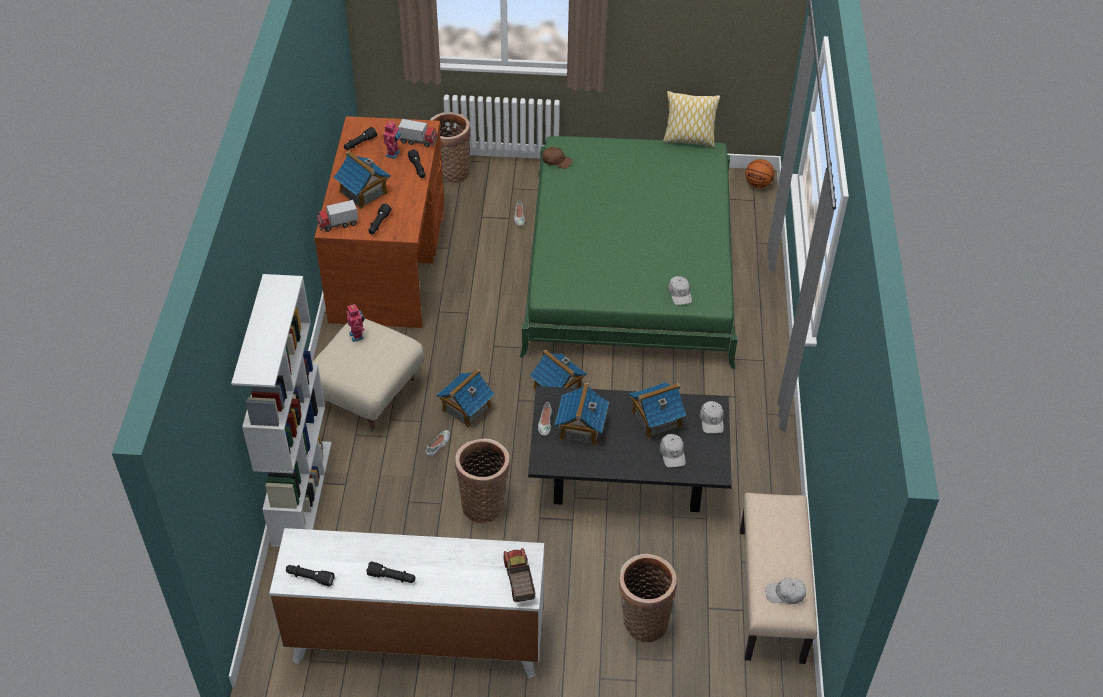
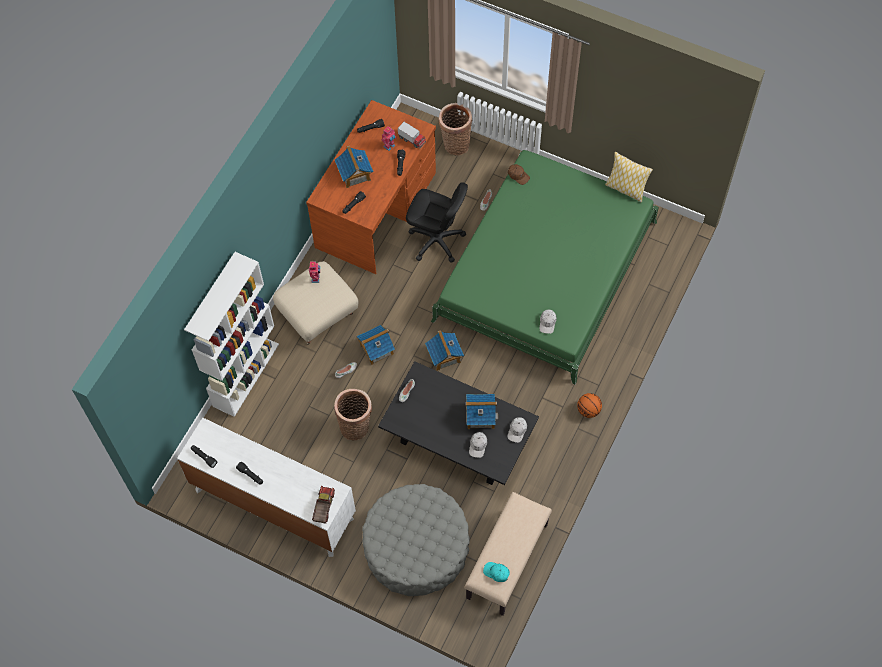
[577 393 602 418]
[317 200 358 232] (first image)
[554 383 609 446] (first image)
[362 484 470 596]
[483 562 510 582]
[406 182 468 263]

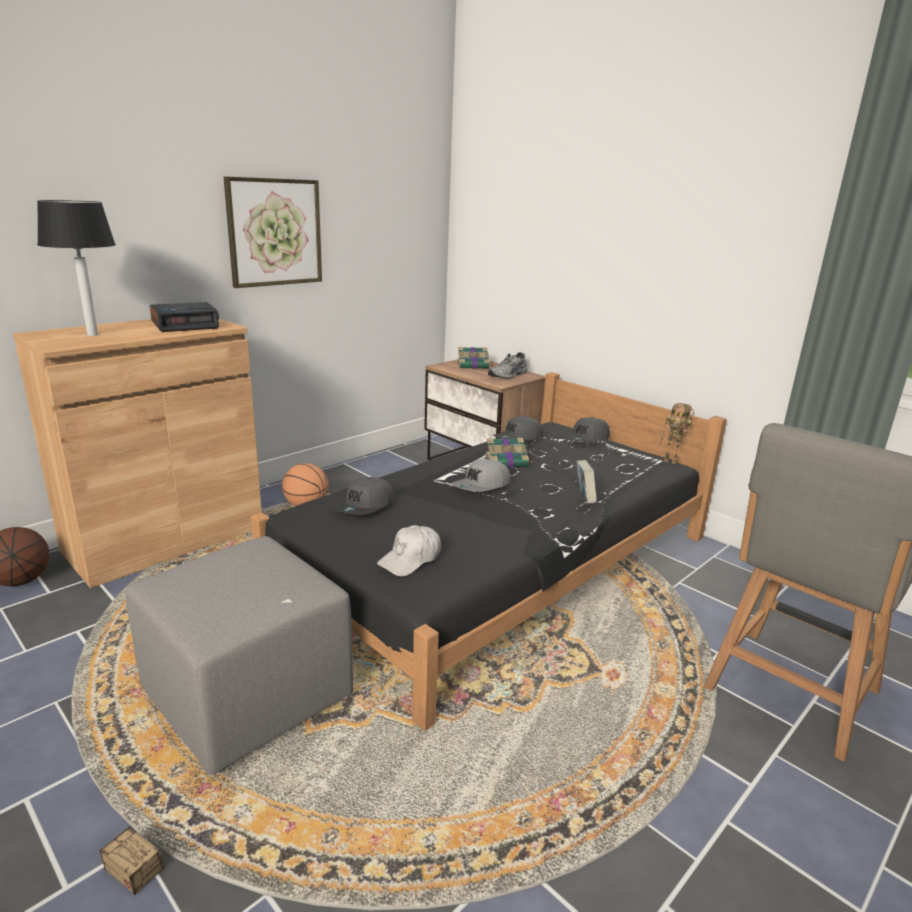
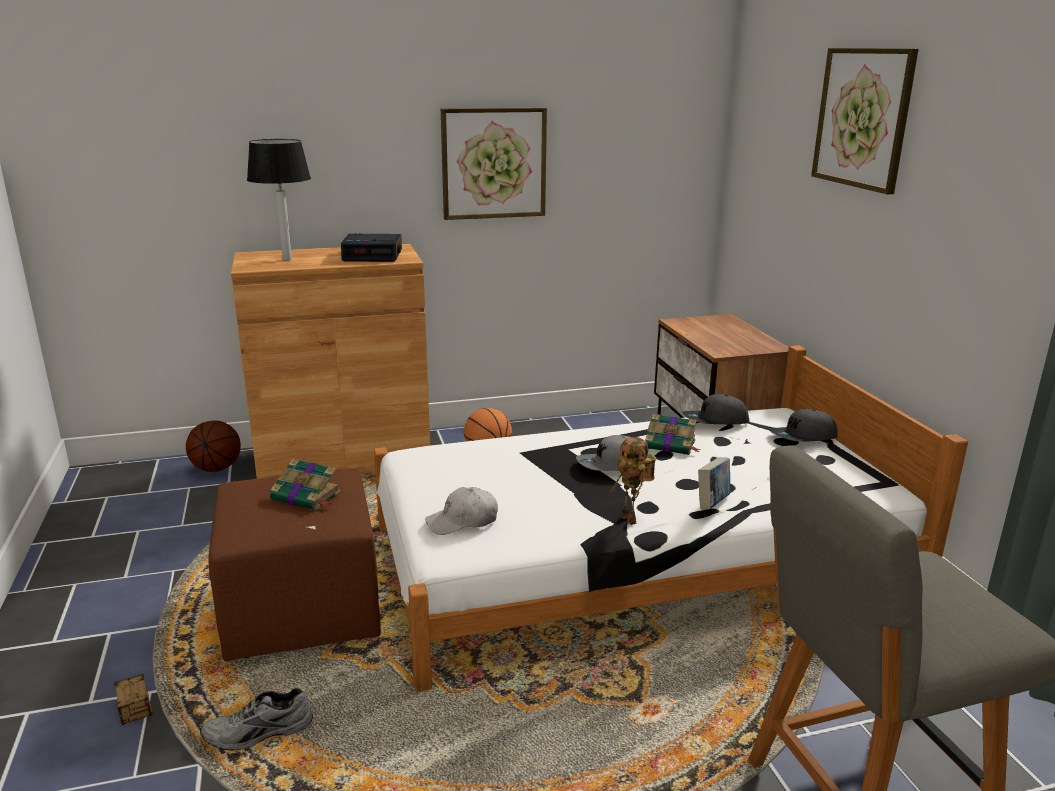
[270 458 340 510]
[200 688 313 751]
[374 345 968 692]
[610 437 656 525]
[332 477 395 515] (first image)
[208 468 381 661]
[811 48 918 194]

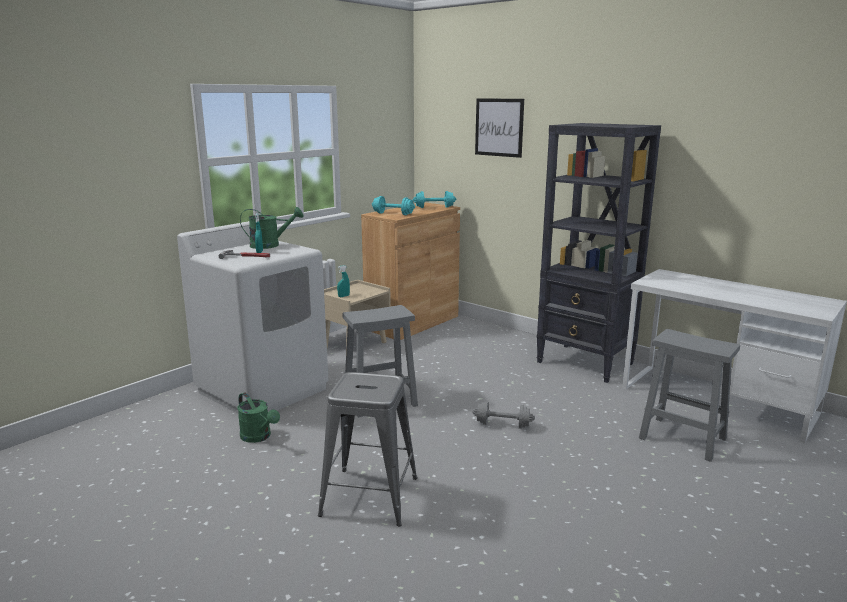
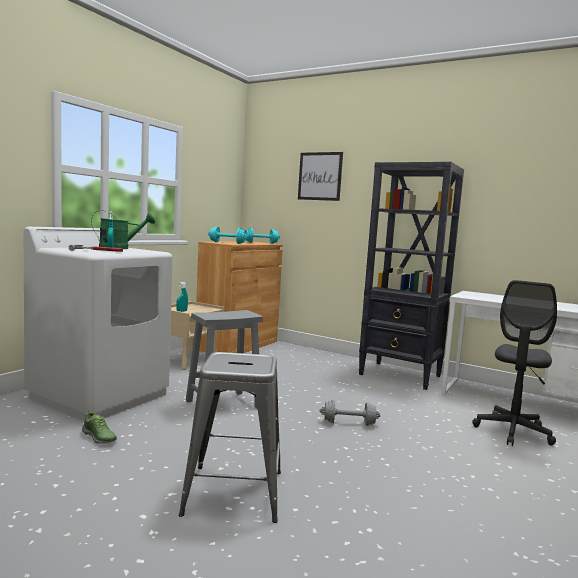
[472 280 557 446]
[82 410 117 444]

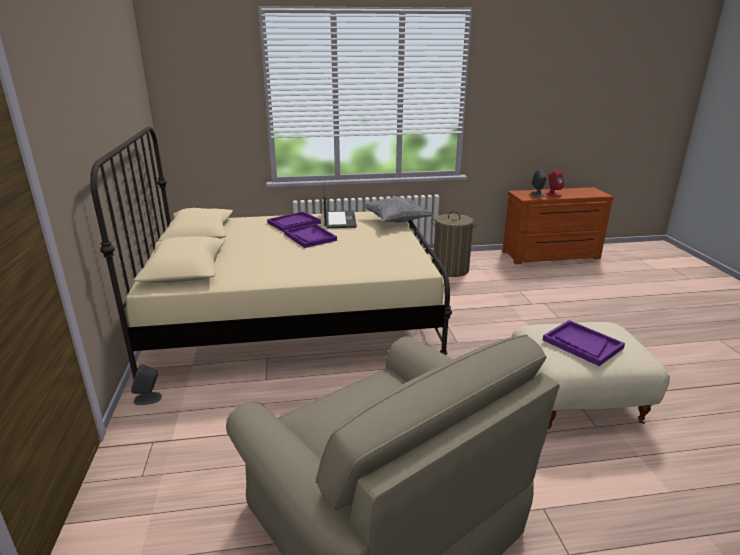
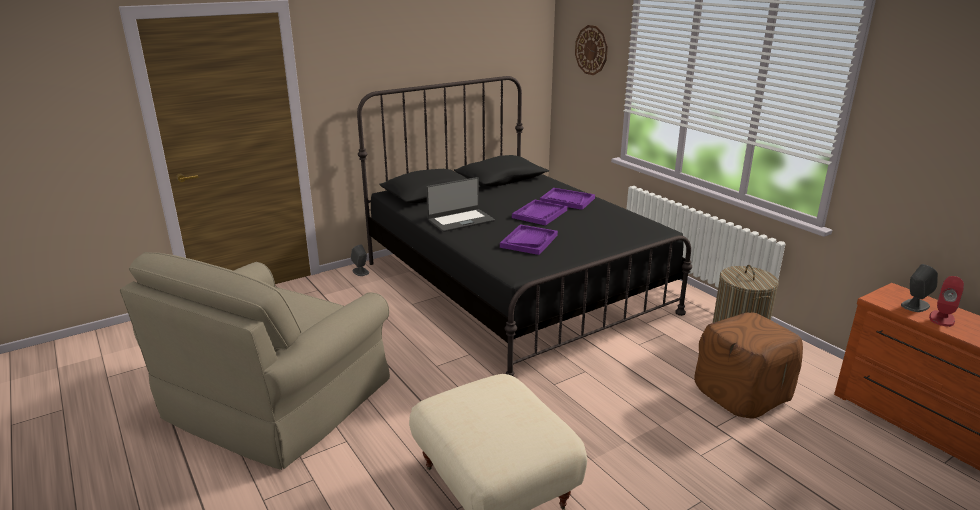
[357 76 692 376]
[426 177 495 232]
[363 196 433 222] (first image)
[500 224 558 255]
[575 25 608 75]
[694 313 803 419]

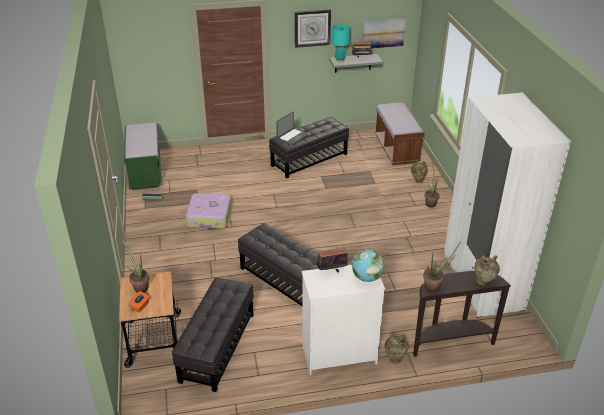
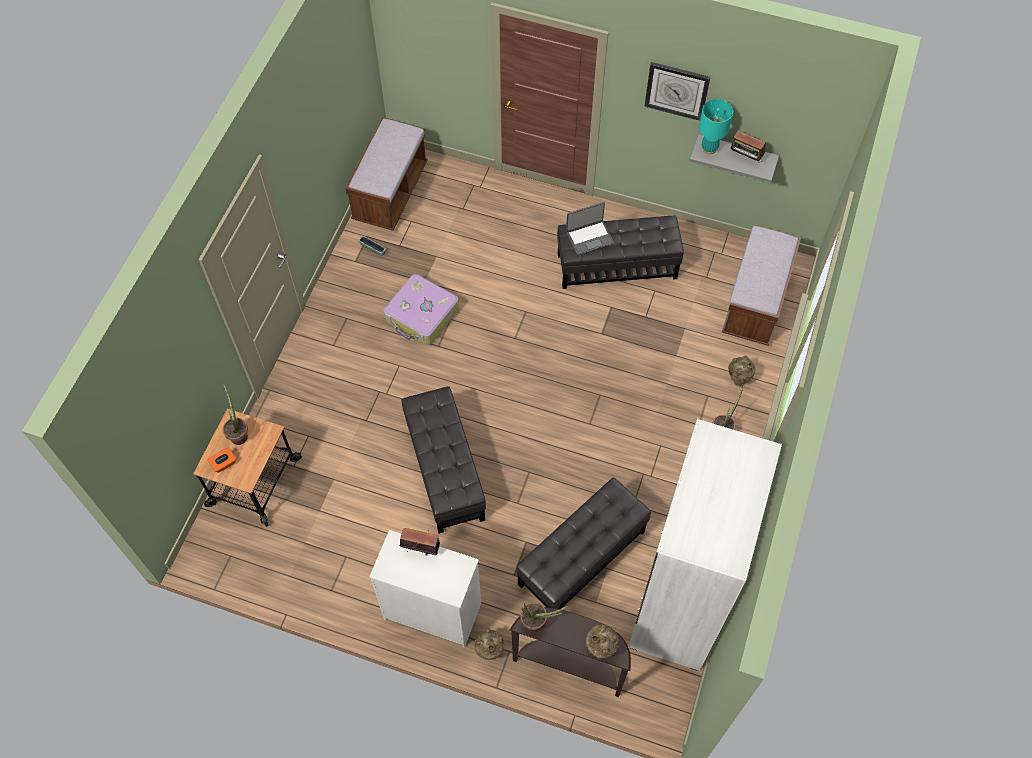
[363 19 406 48] (first image)
[345 117 428 231]
[352 249 384 282] (first image)
[517 478 651 609]

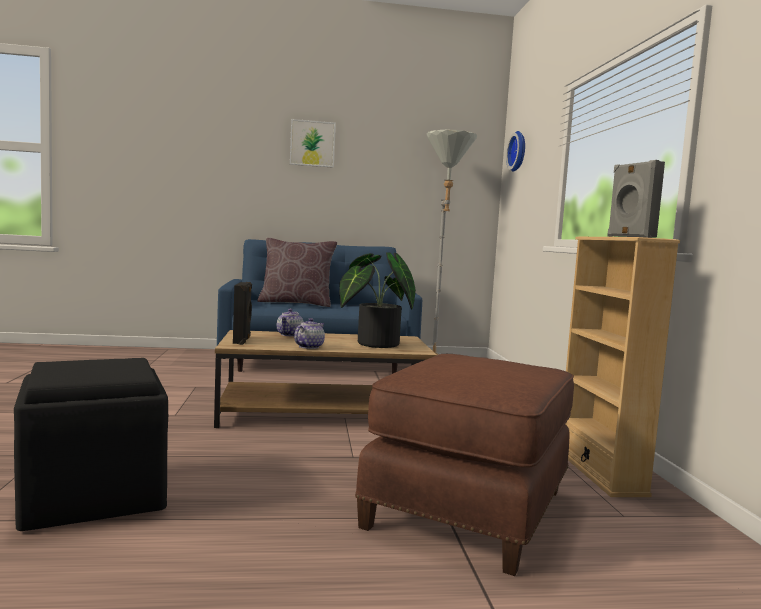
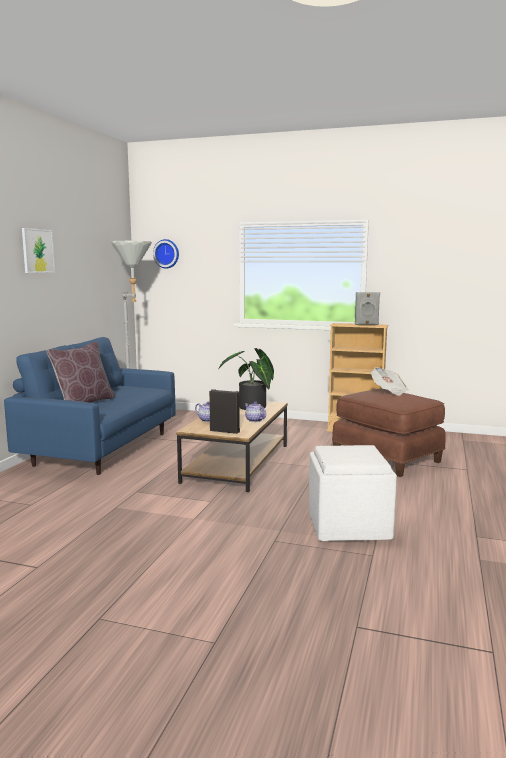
[309 445 397 541]
[370 367 409 396]

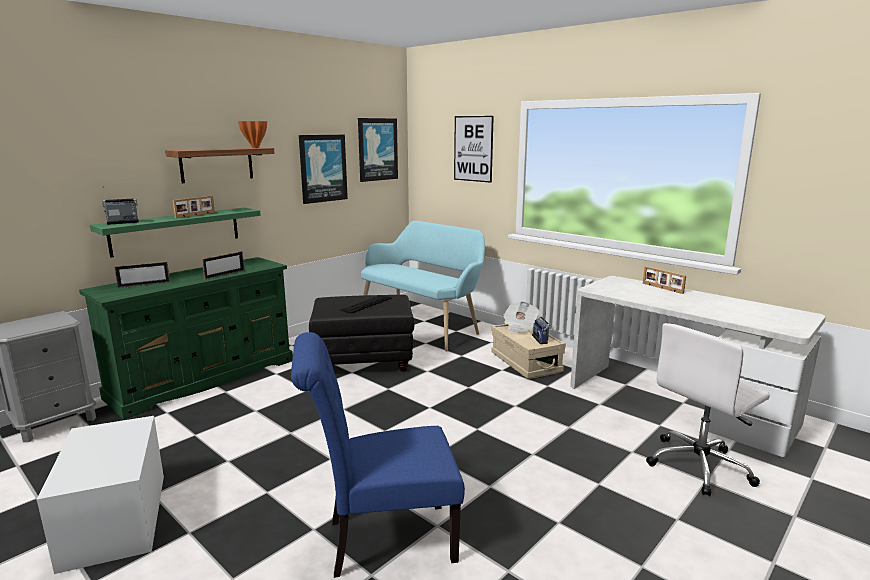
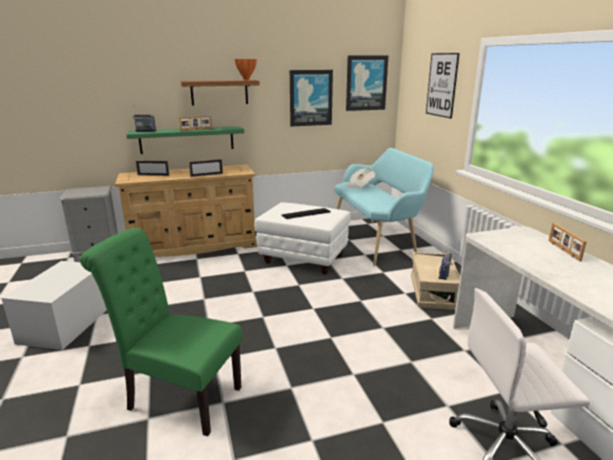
[115 165 258 257]
[254 202 350 274]
[347 168 376 188]
[80 228 242 436]

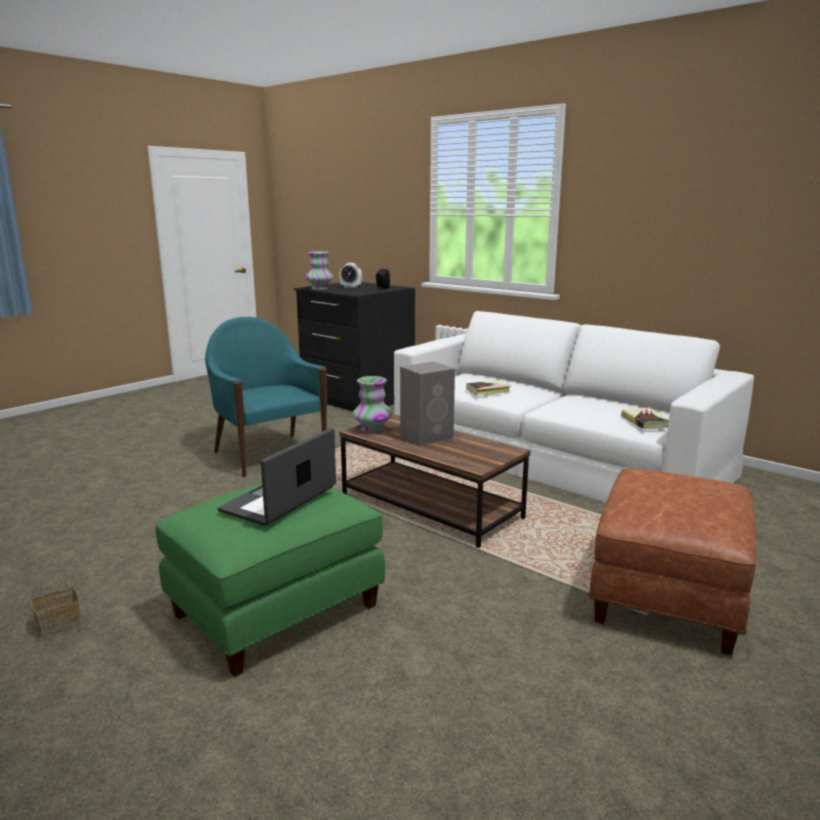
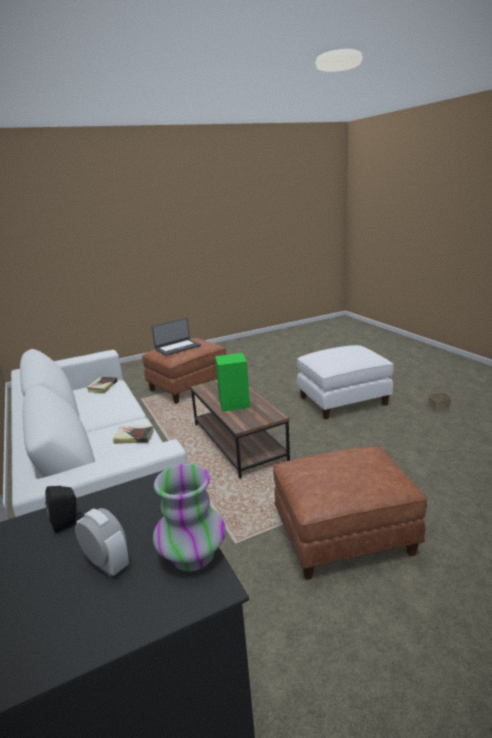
[273 446 427 580]
[215 353 250 412]
[353 376 392 433] (first image)
[152 318 201 356]
[297 345 393 420]

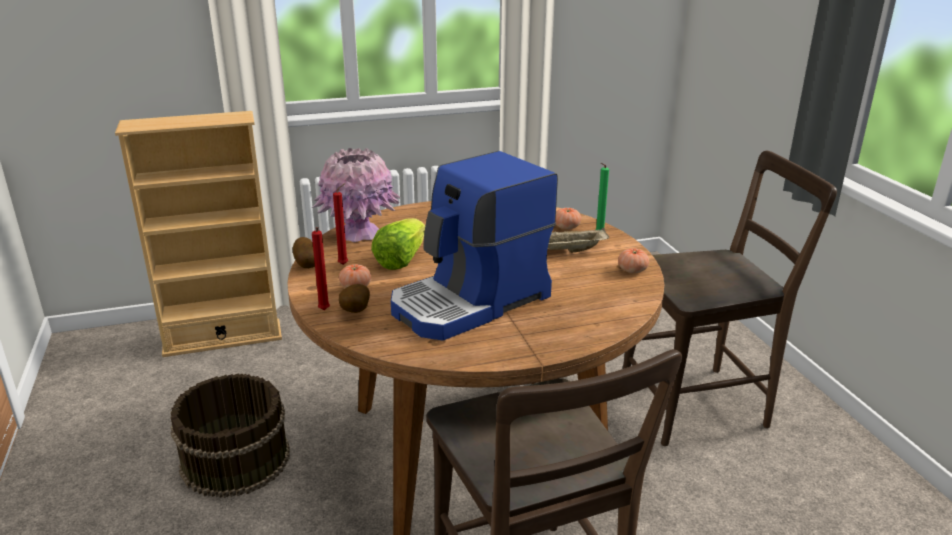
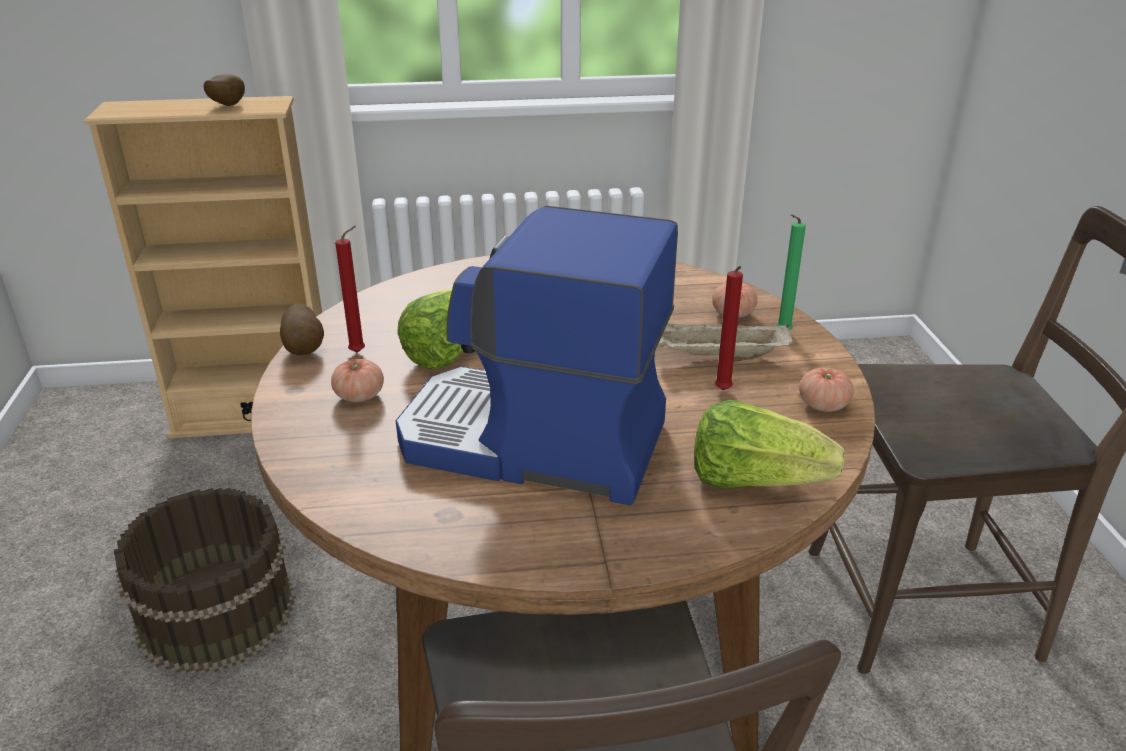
[312 148 400 242] (first image)
[396 206 678 505]
[715 266 743 390]
[203 74 245 106]
[694 400 845 488]

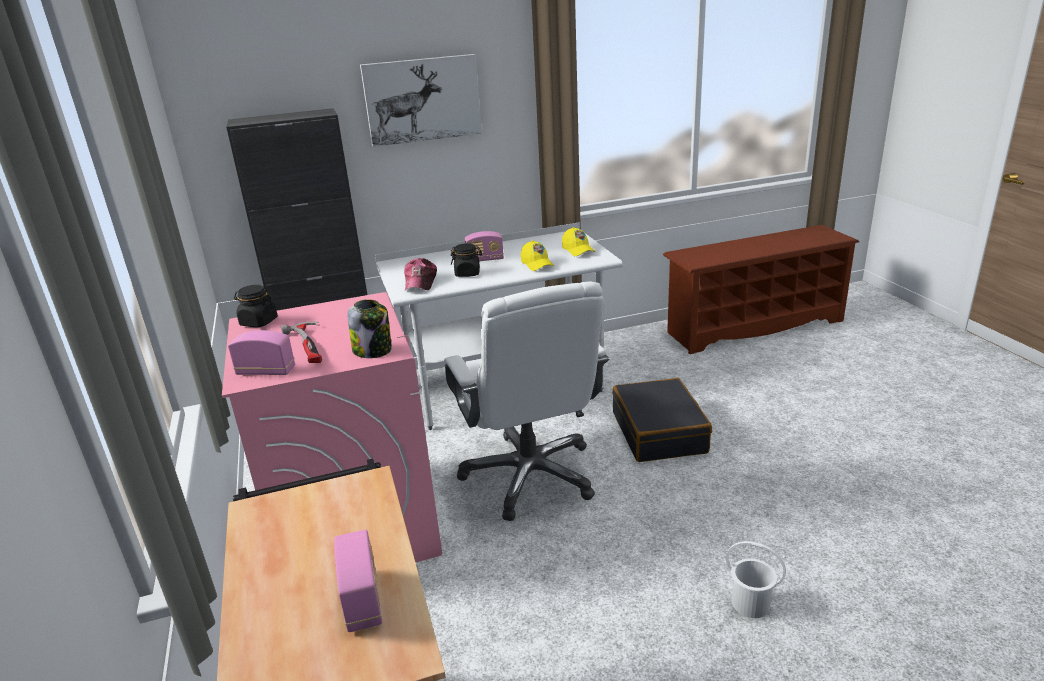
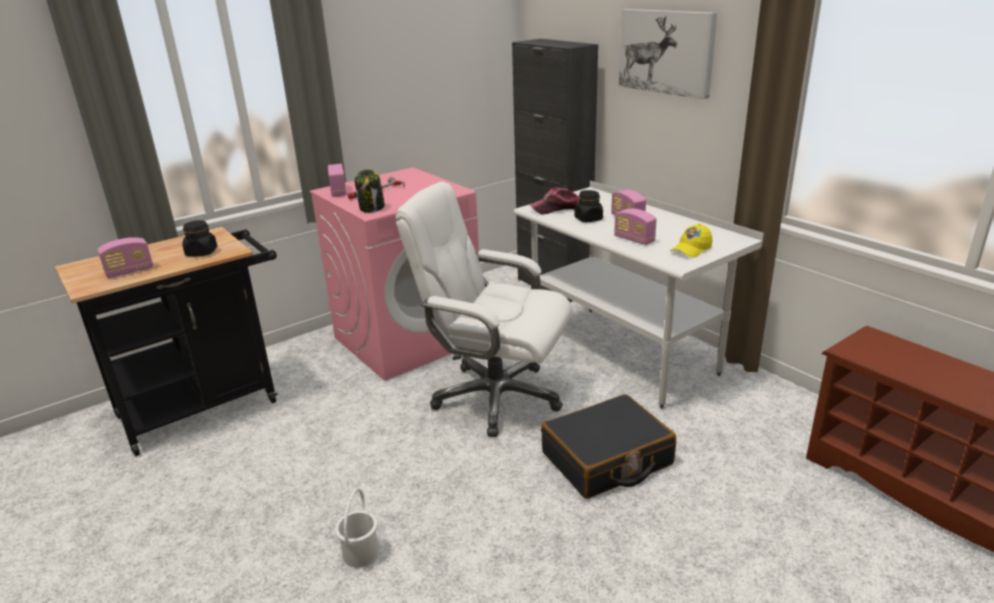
[614 208 657 245]
[395 182 572 437]
[183 220 217 256]

